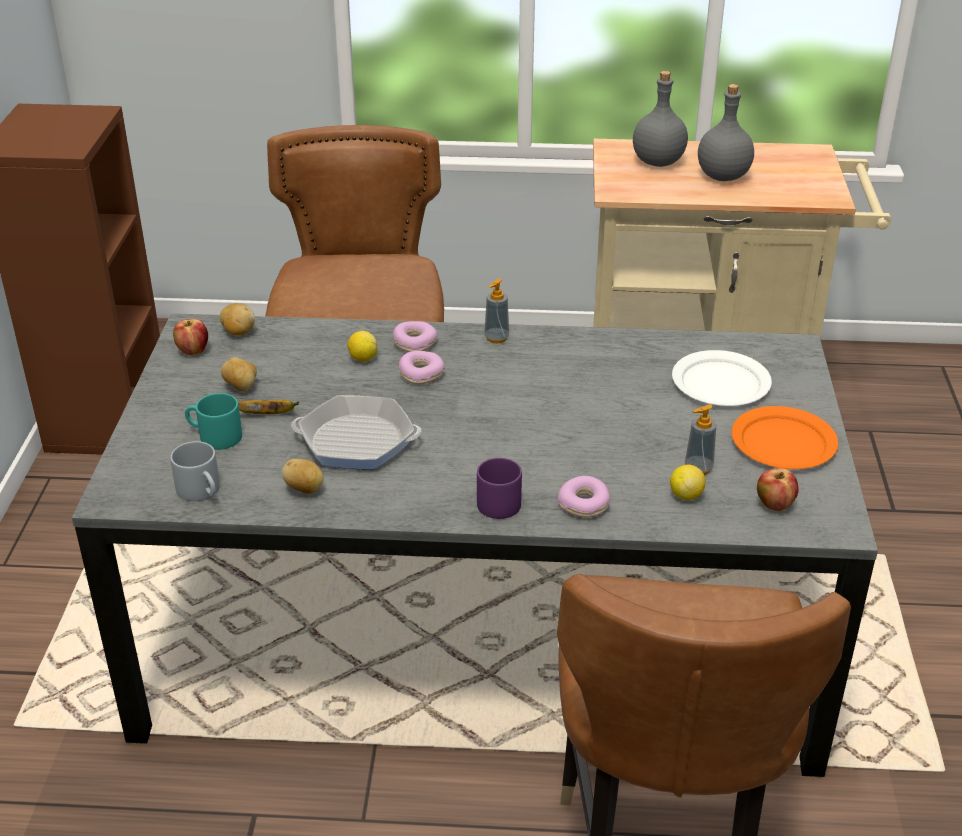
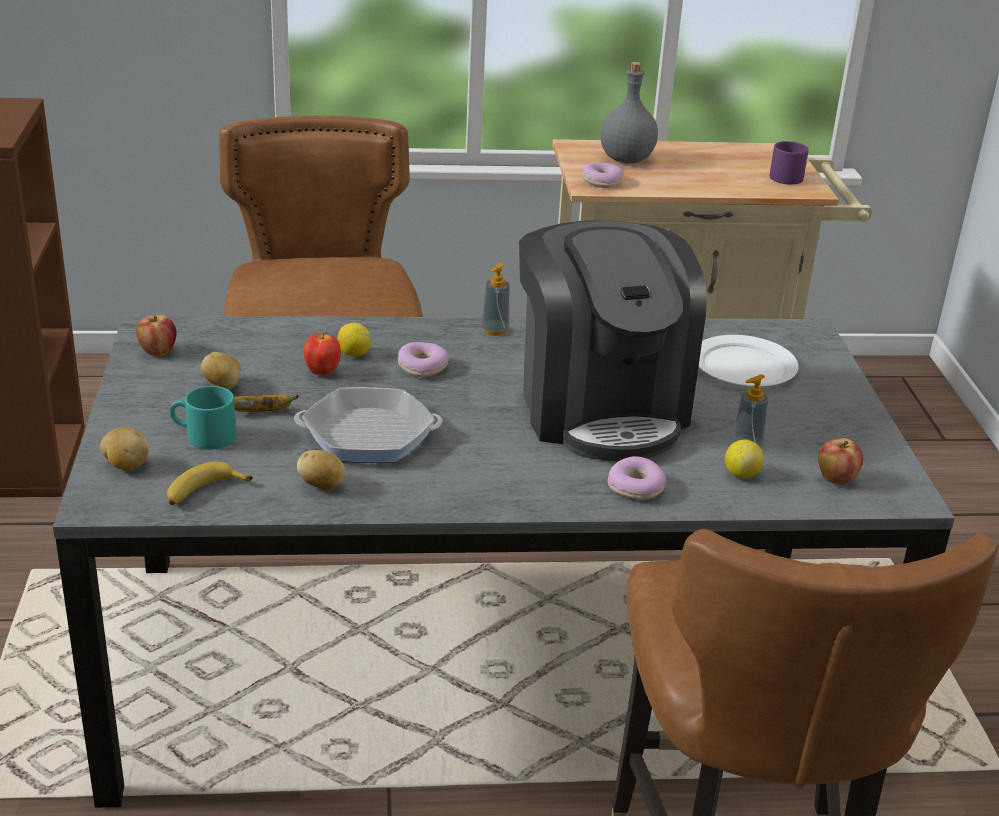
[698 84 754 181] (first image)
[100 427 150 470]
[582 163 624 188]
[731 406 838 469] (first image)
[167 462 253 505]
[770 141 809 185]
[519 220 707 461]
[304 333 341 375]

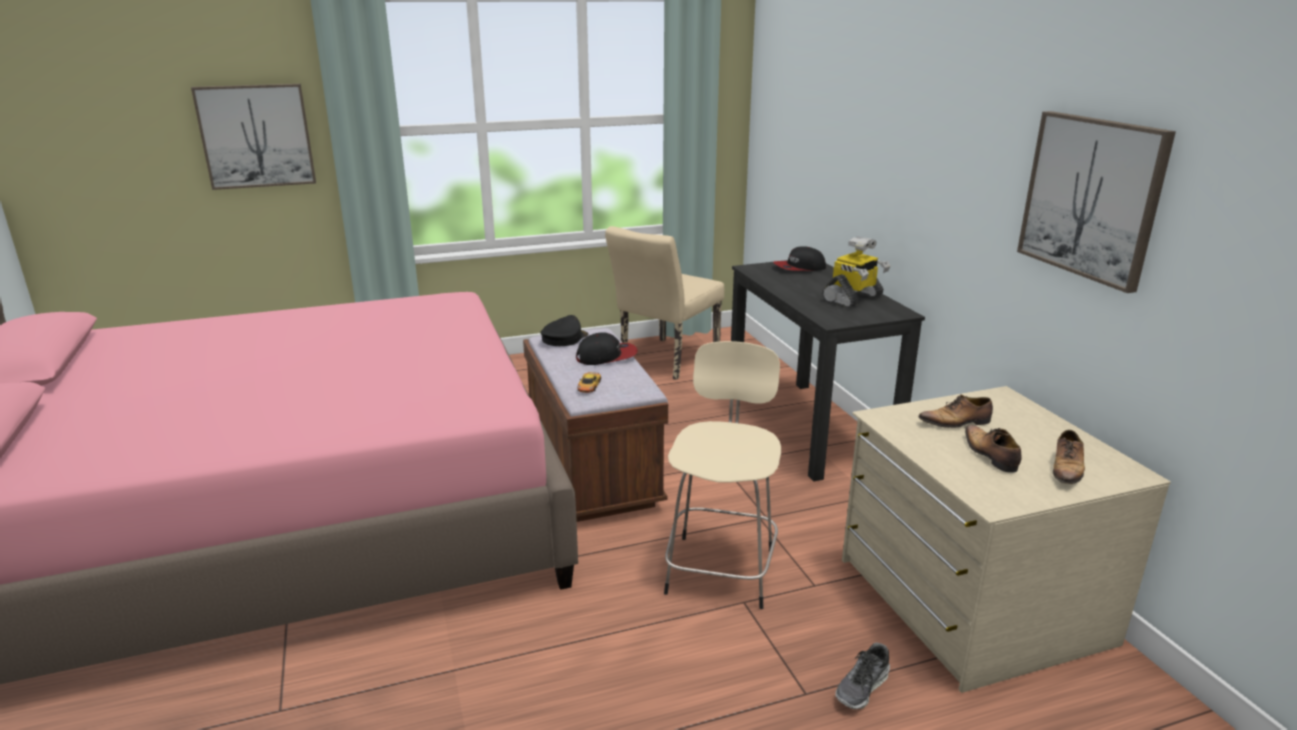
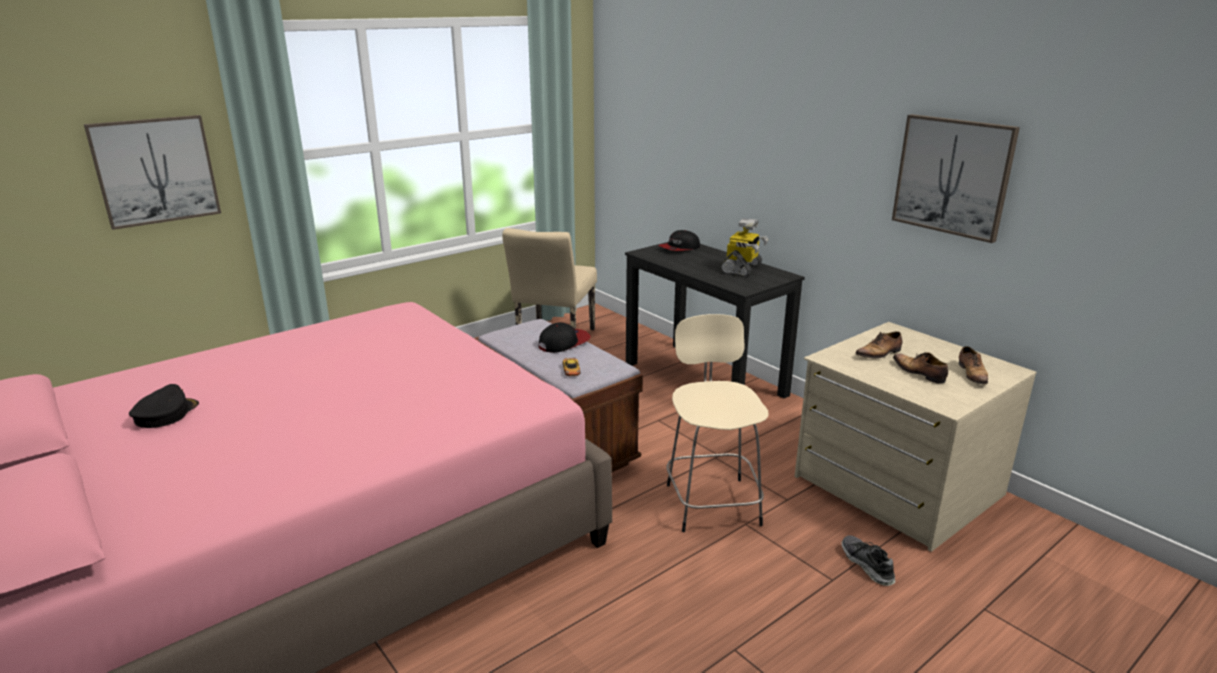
[129 384 199 428]
[841 535 896 586]

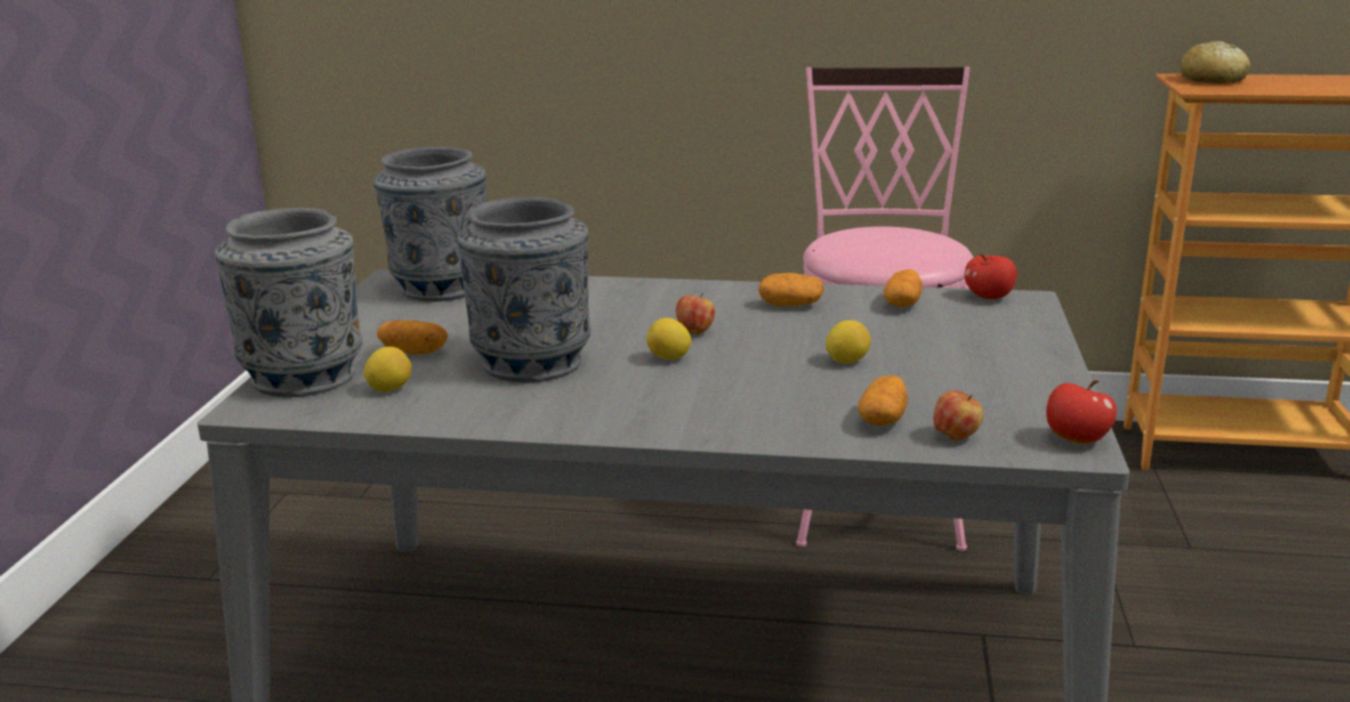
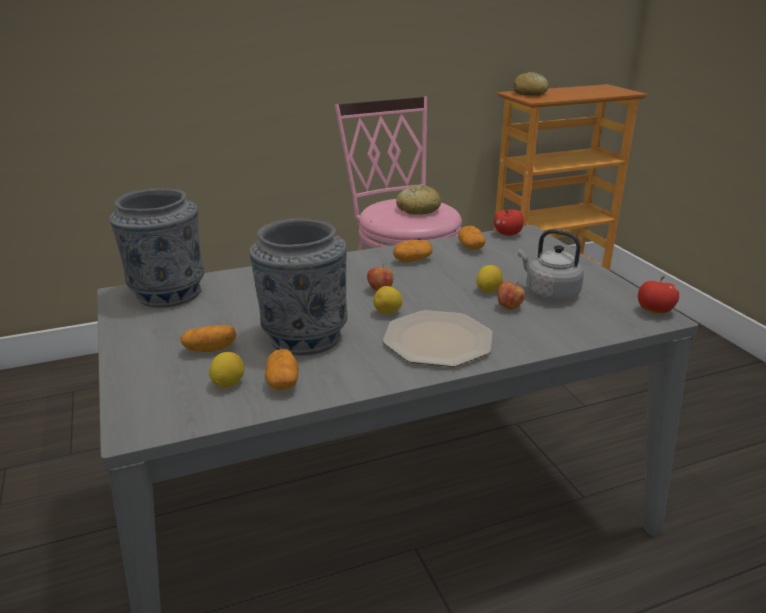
[215 208 363 397] (first image)
[265 349 299 390]
[497 281 525 310]
[396 185 441 215]
[518 229 584 301]
[383 310 492 367]

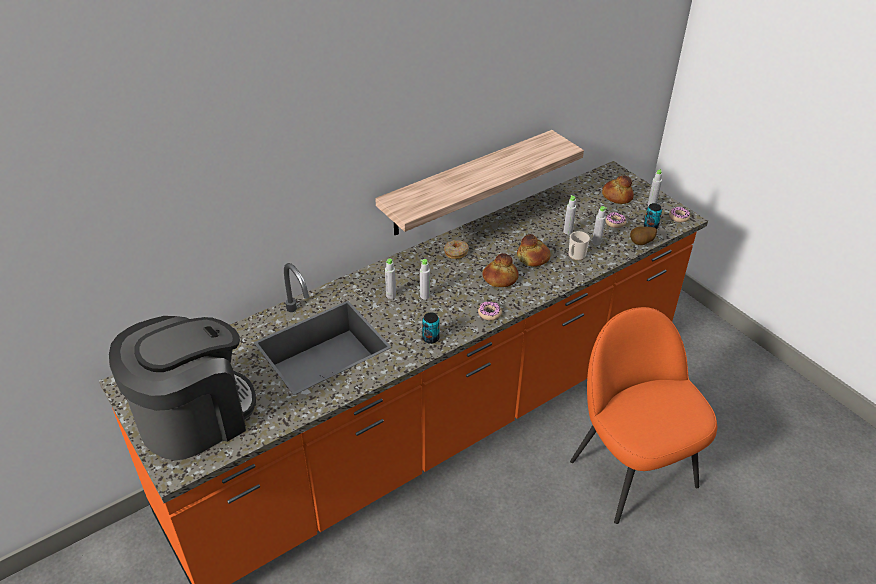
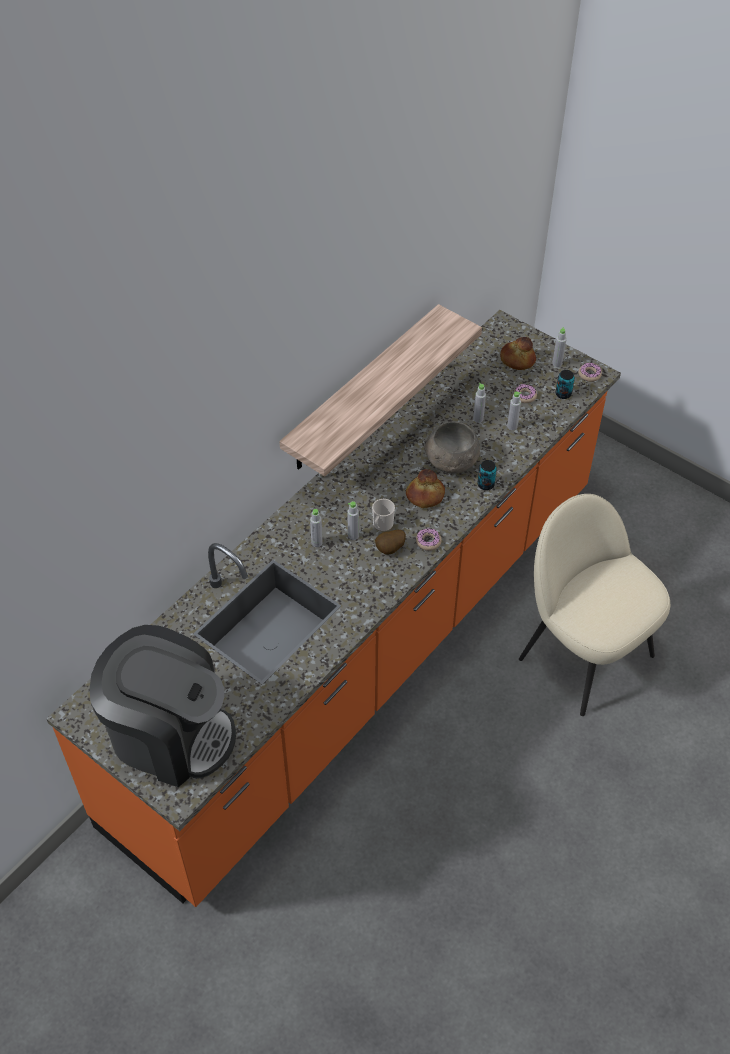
[375 530 406 555]
[372 499 395 532]
[424 422 481 473]
[444 240 469 259] (first image)
[519 494 670 716]
[477 460 497 490]
[89 625 236 787]

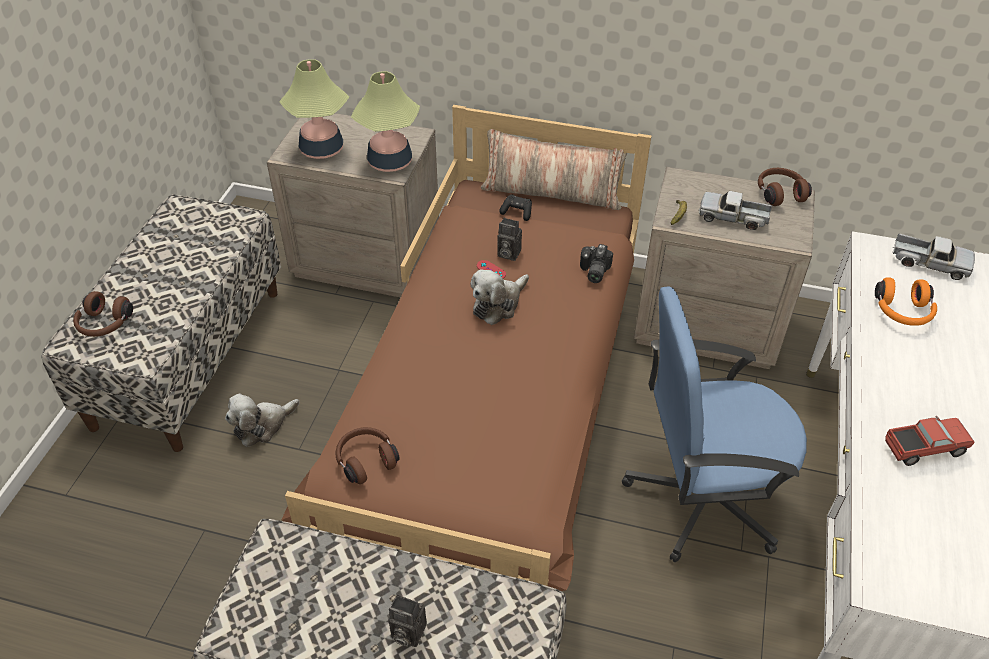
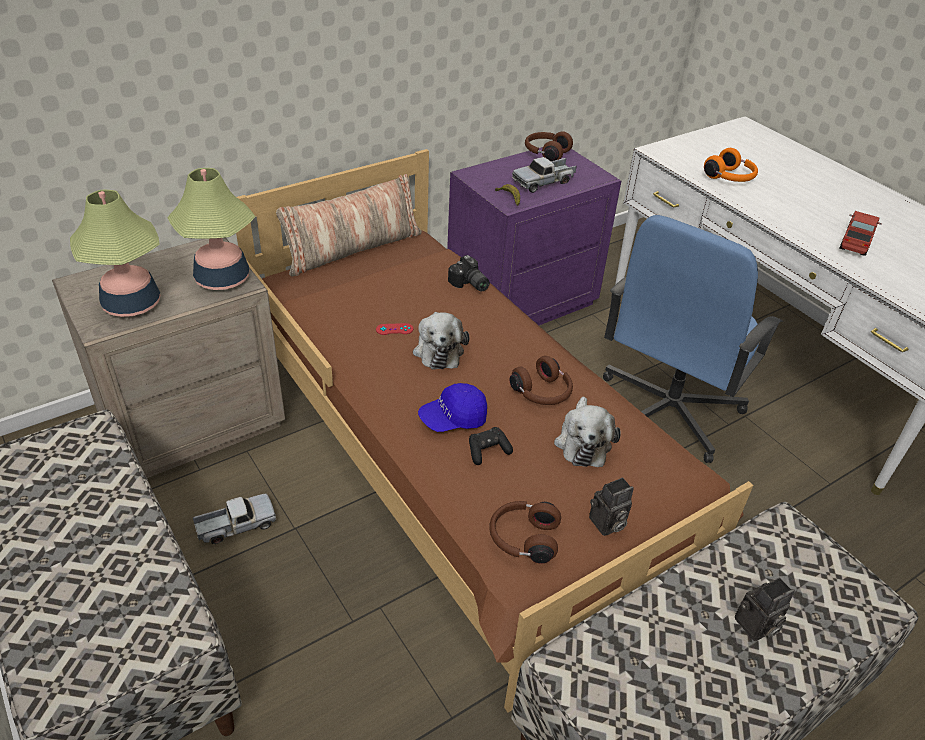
[447 147 621 325]
[469 427 513 465]
[589 477 634 536]
[193 493 276 544]
[510 356 573 405]
[554 397 621 467]
[418 383 487 432]

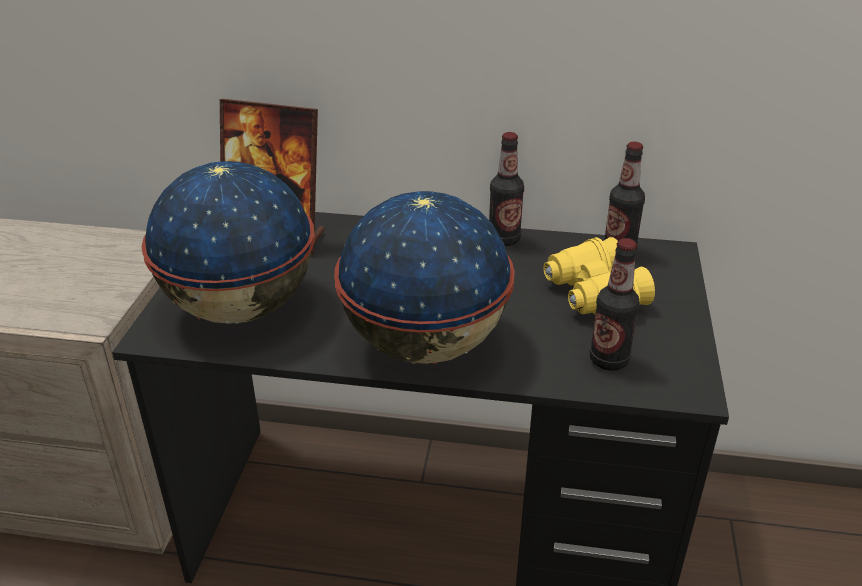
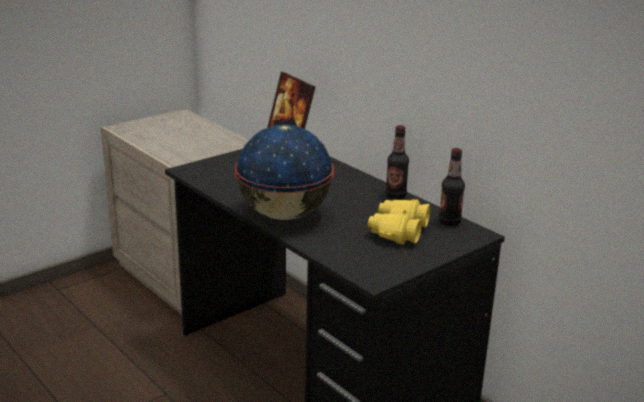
[141 161 315 324] (first image)
[590 238 640 371] (first image)

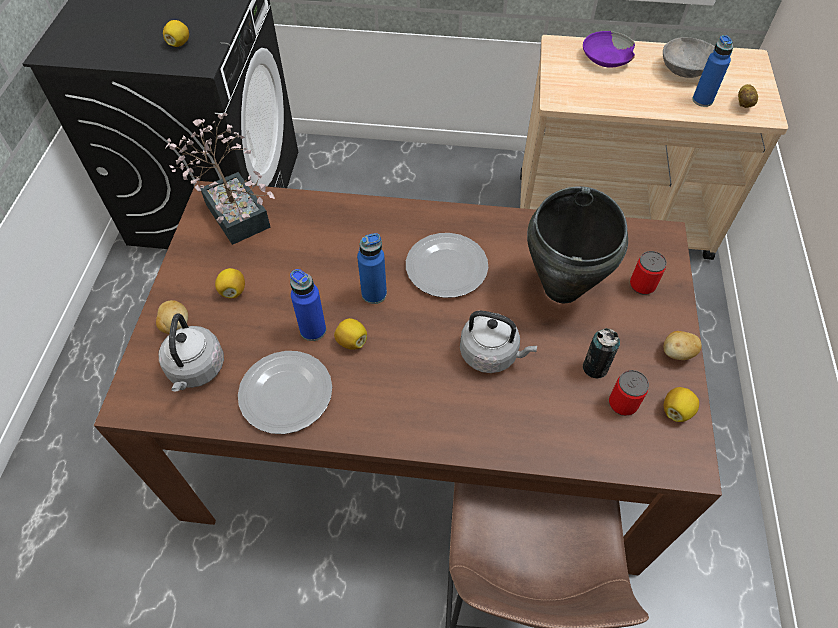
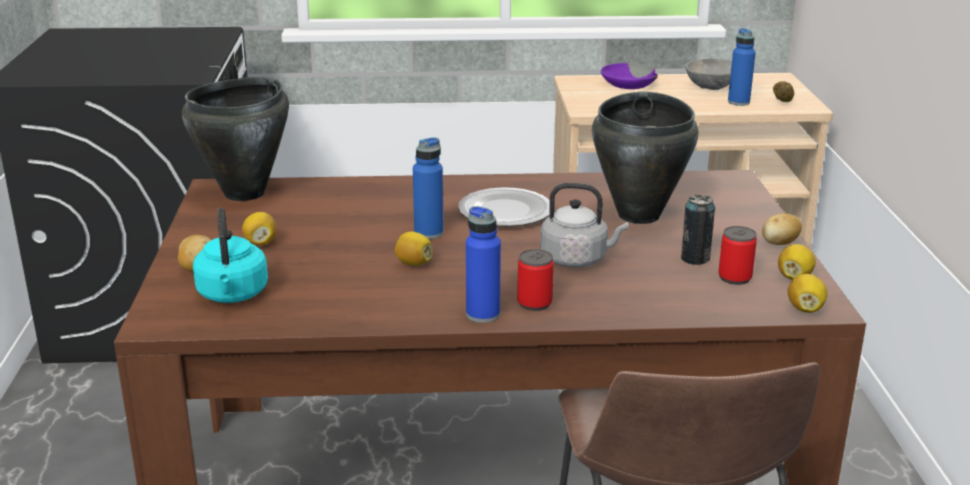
[788 274 827 313]
[182 77 289 201]
[517 249 554 311]
[466 206 501 323]
[193 208 268 303]
[238 351 332 434] (first image)

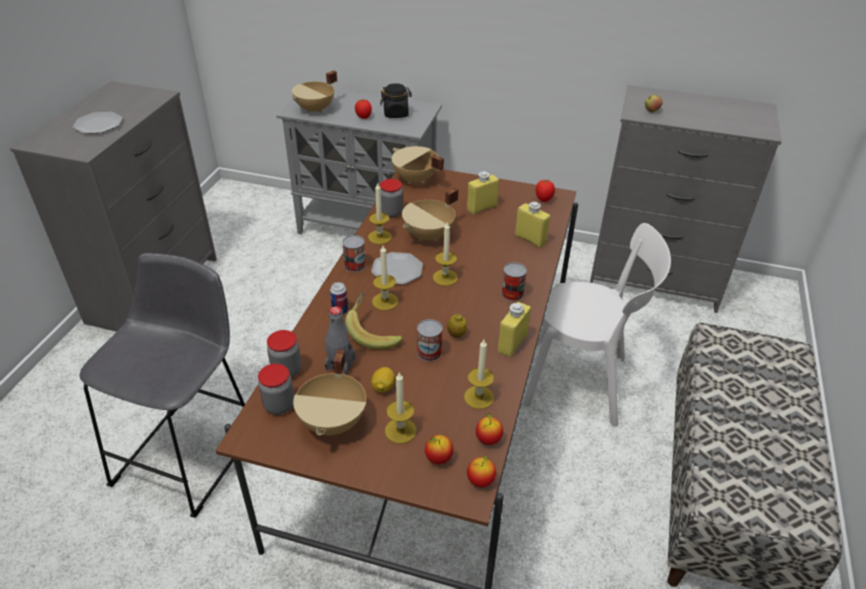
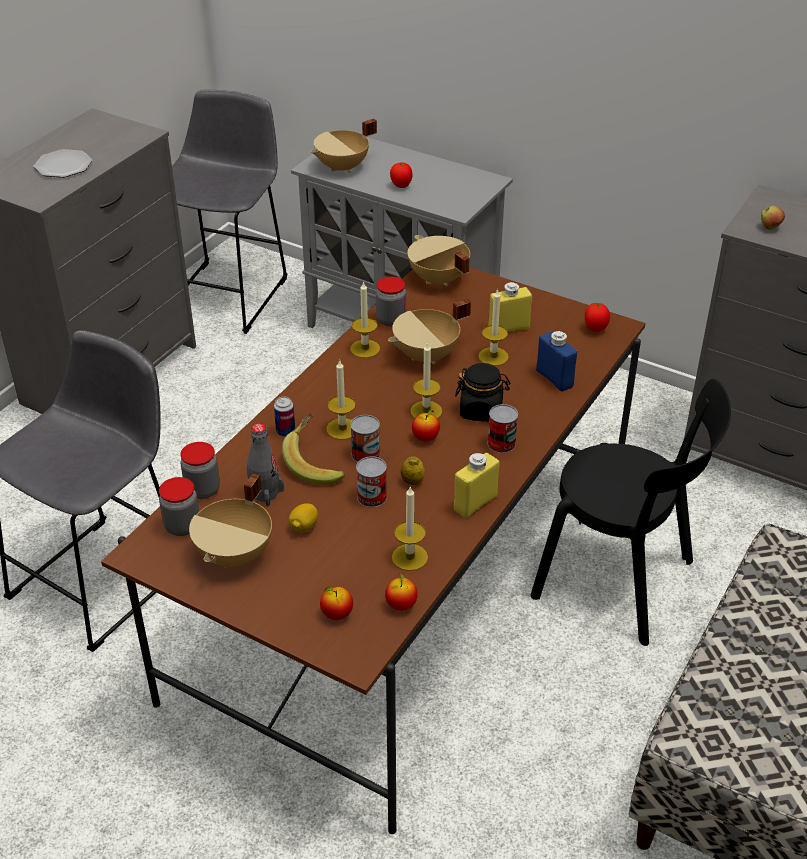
[455 363 510 422]
[536 331 577 392]
[530 379 731 646]
[350 415 380 462]
[371 252 423 285] (first image)
[478 289 509 366]
[412 410 440 442]
[172 90 287 334]

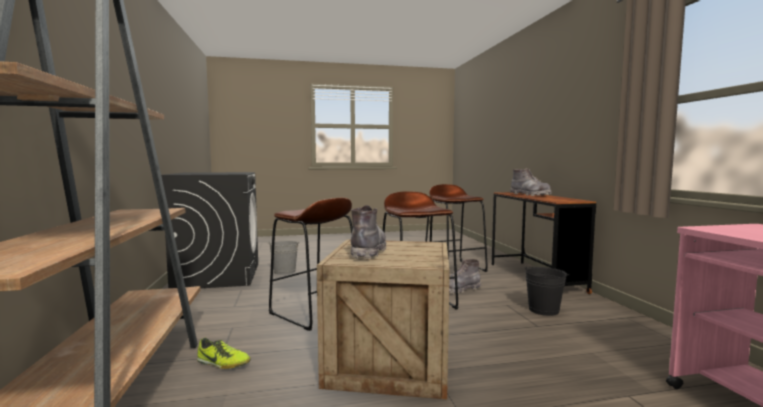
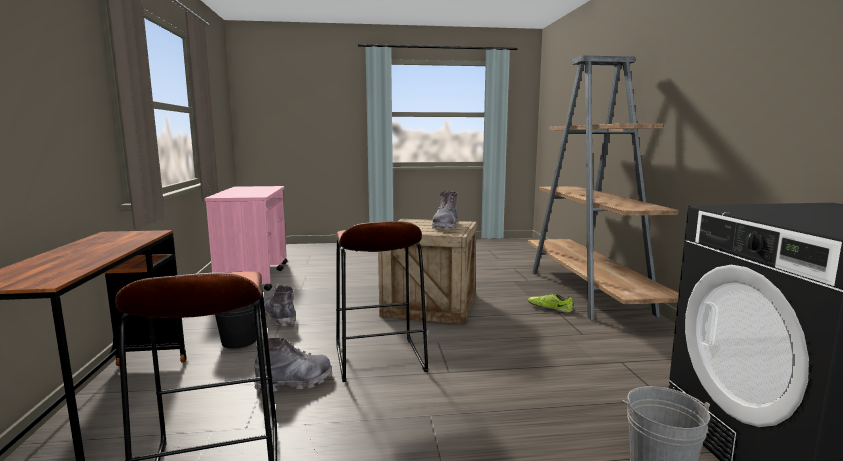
[264 285 296 326]
[269 198 353 331] (first image)

